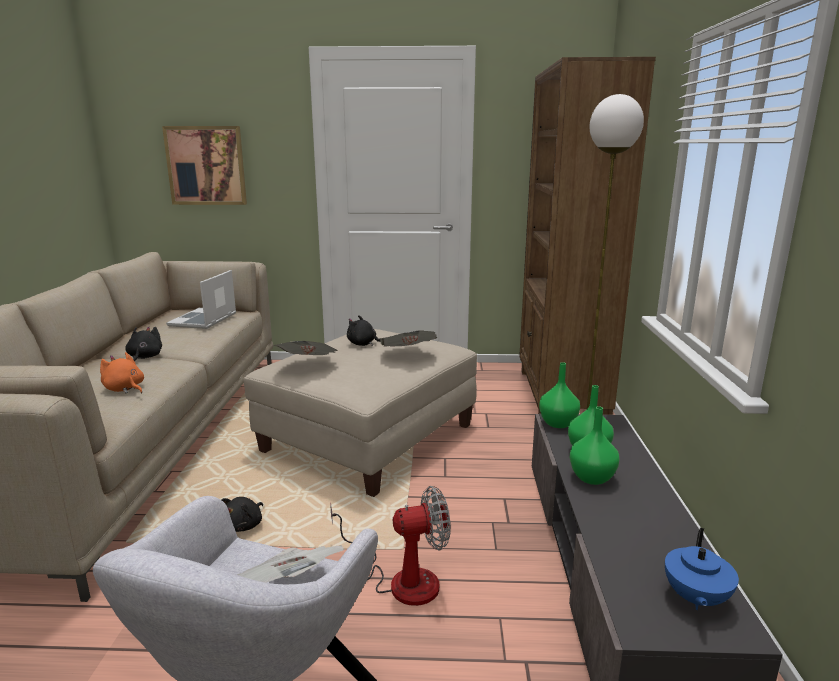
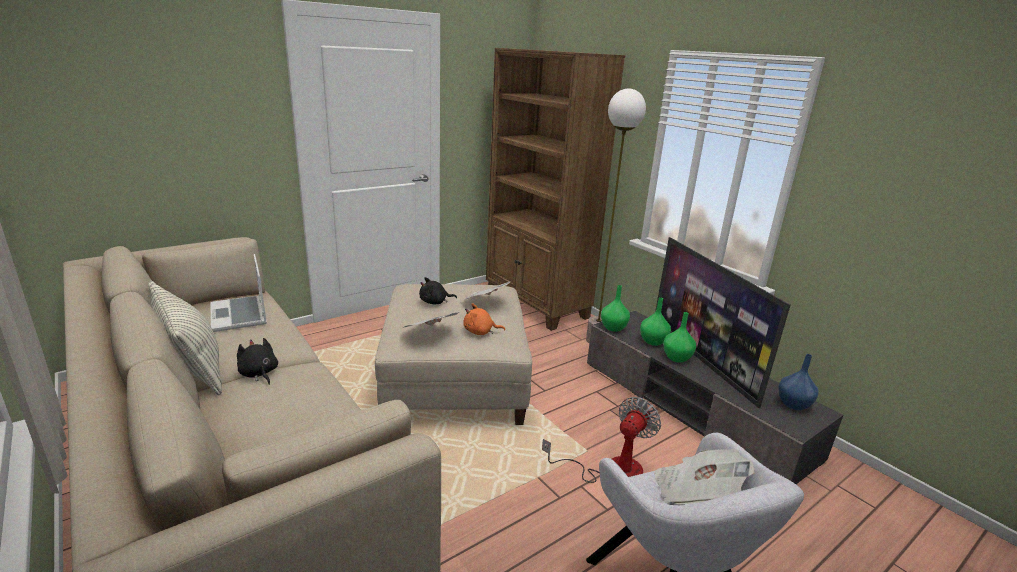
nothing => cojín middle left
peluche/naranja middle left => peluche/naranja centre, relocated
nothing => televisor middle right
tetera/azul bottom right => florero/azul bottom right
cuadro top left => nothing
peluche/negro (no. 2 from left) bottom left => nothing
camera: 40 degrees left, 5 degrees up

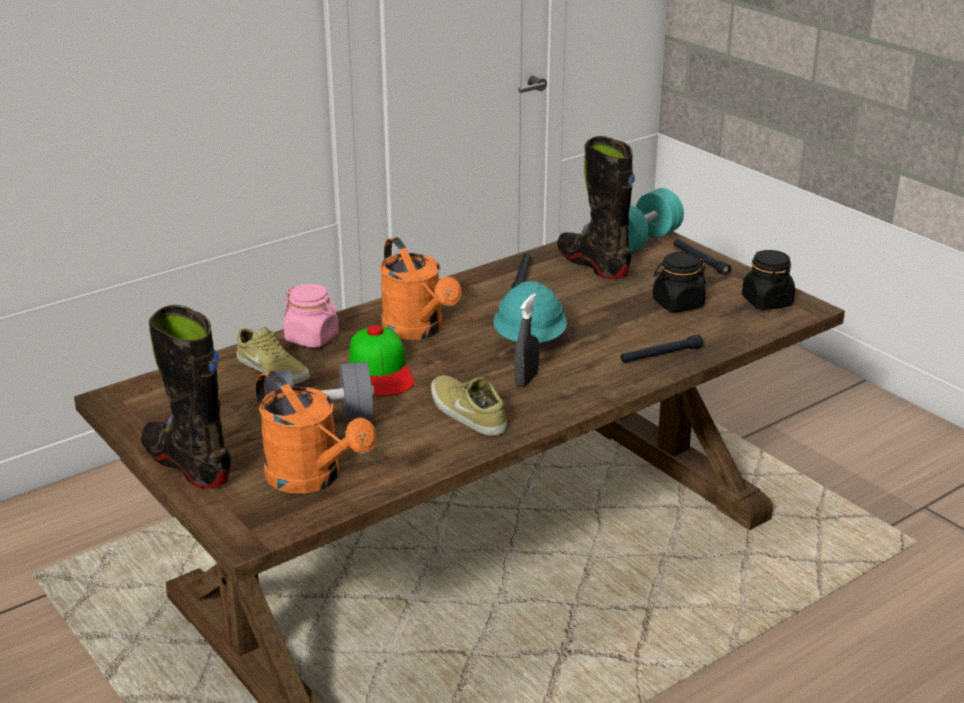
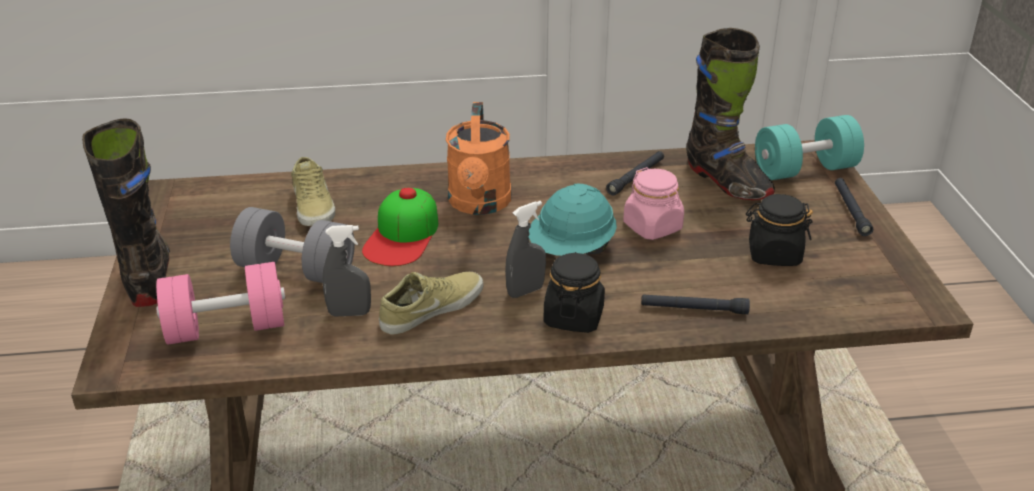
regadera/naranja (no. 1 from left) middle left => mancuerna/rosa middle left
nothing => pulverizador/gris (no. 1 from left) centre
zapato/beis (no. 2 from left) centre, 60 degrees clockwise
tarro/negro (no. 2 from left in the first image) middle right => tarro/negro (no. 1 from left) centre, relocated
tarro/rosa middle left => tarro/rosa centre, relocated
bota/negro (no. 2 from left) top centre => bota/negro (no. 2 from left) top right, 150 degrees clockwise
camera: 30 degrees right, 5 degrees up

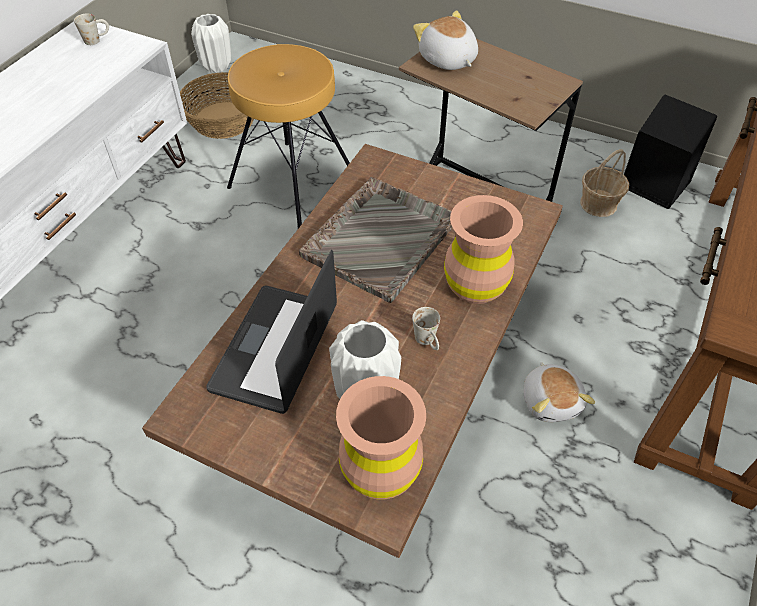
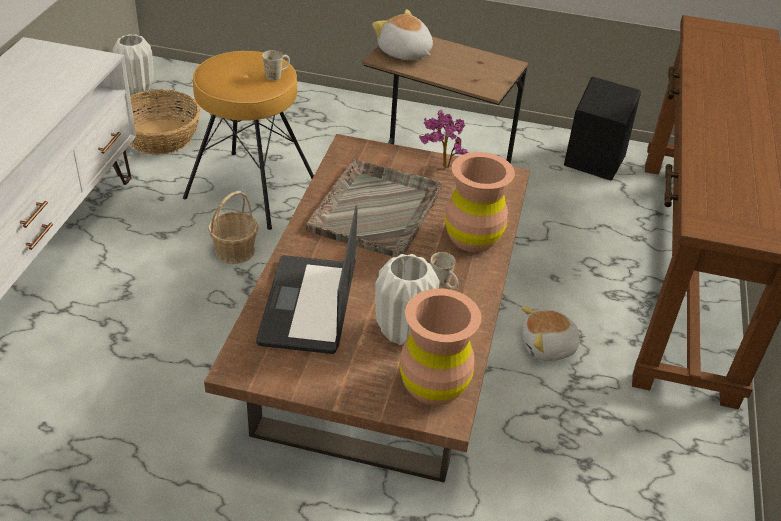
cesta (no. 2 from left) top right => cesta (no. 2 from left) middle left, relocated
taza grande/blanco (no. 1 from left) top left => taza grande/blanco (no. 1 from left) top centre, relocated
nothing => planta en maceta top centre
peluche (no. 2 from left) middle right, 105 degrees clockwise
camera: 15 degrees left, 10 degrees down

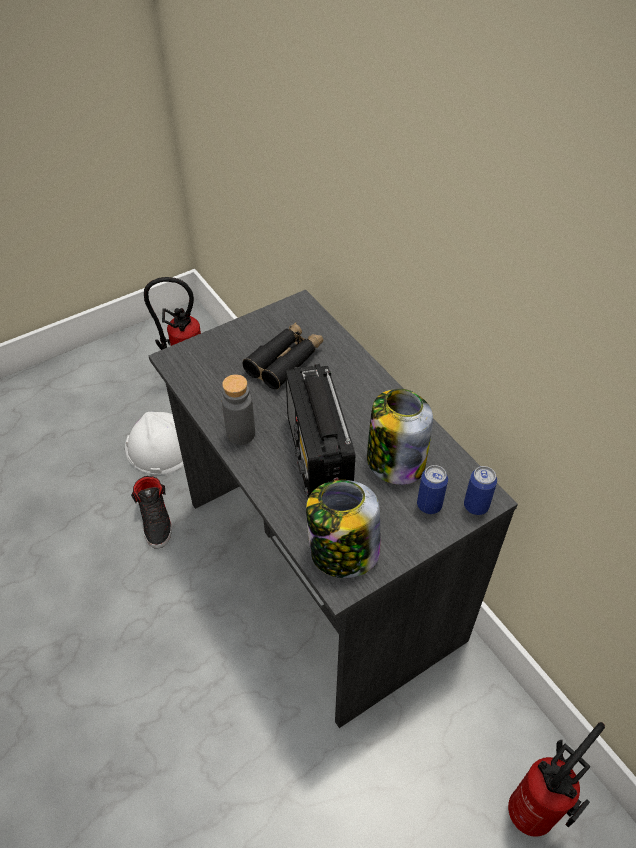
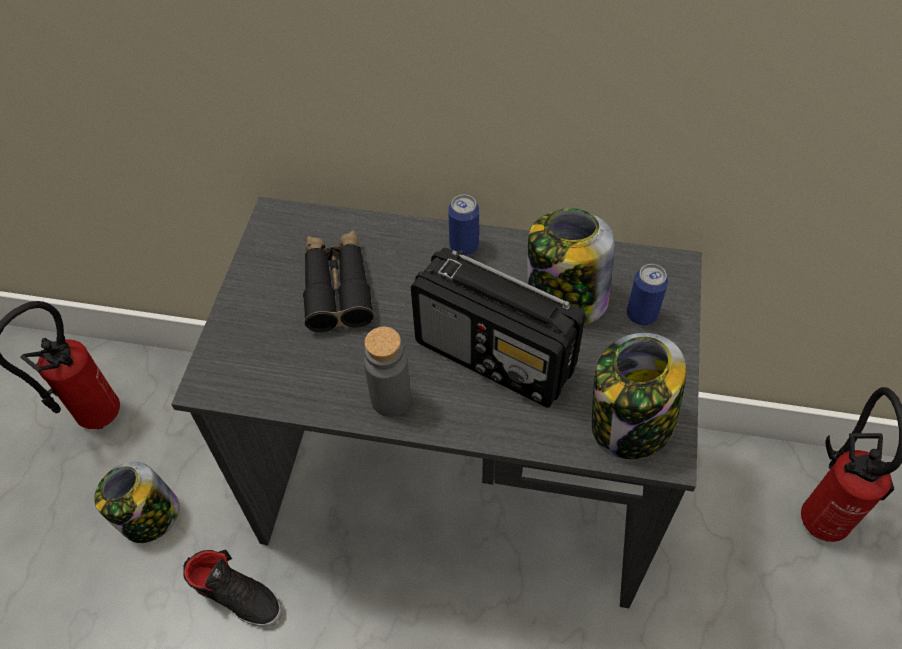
casco/blanco middle left => tarro (no. 1 from left) bottom left
lata (no. 2 from left in the first image) middle right => lata (no. 1 from left) centre, relocated
camera: 45 degrees left, 5 degrees up

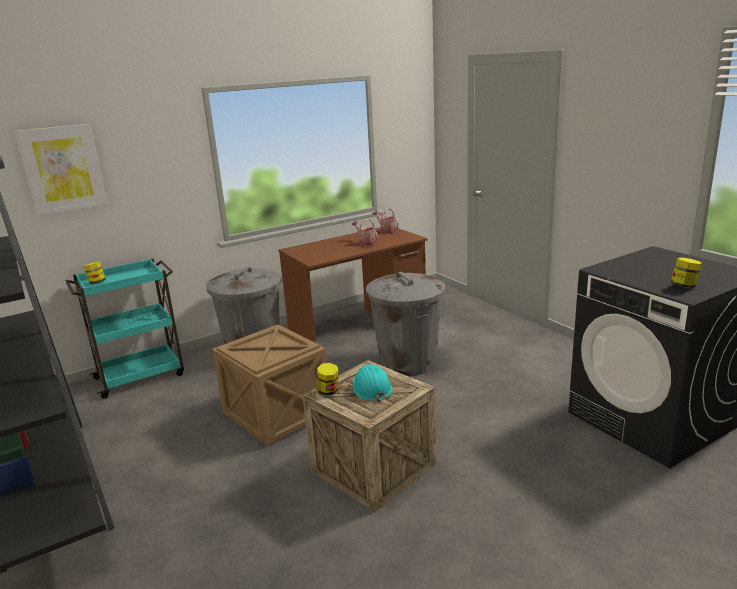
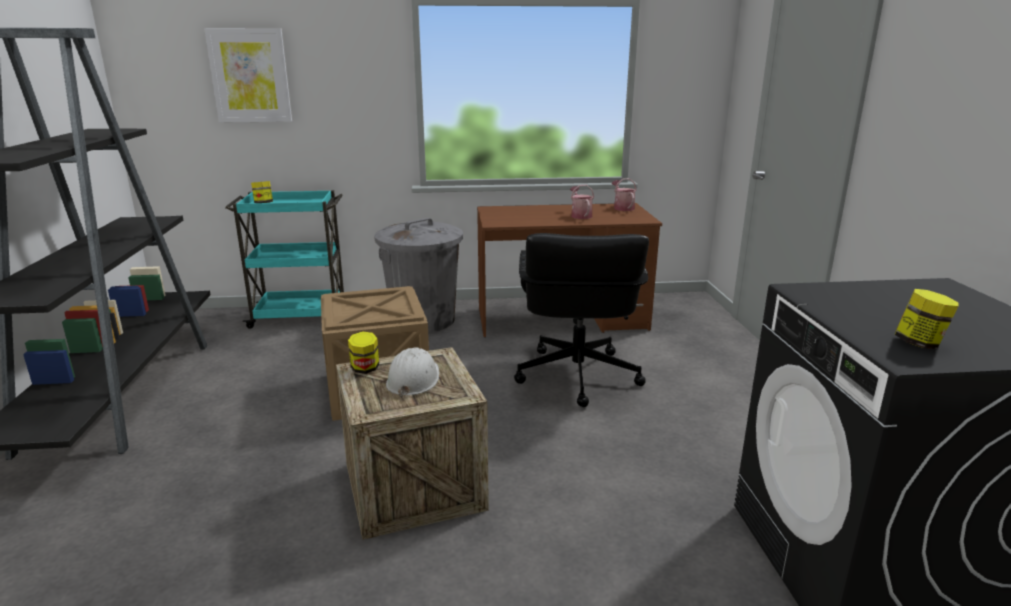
casco/turquesa centre => casco/blanco centre
papelera/gris (no. 2 from left) centre => silla de oficina/negro centre
camera: 25 degrees right, 0 degrees up

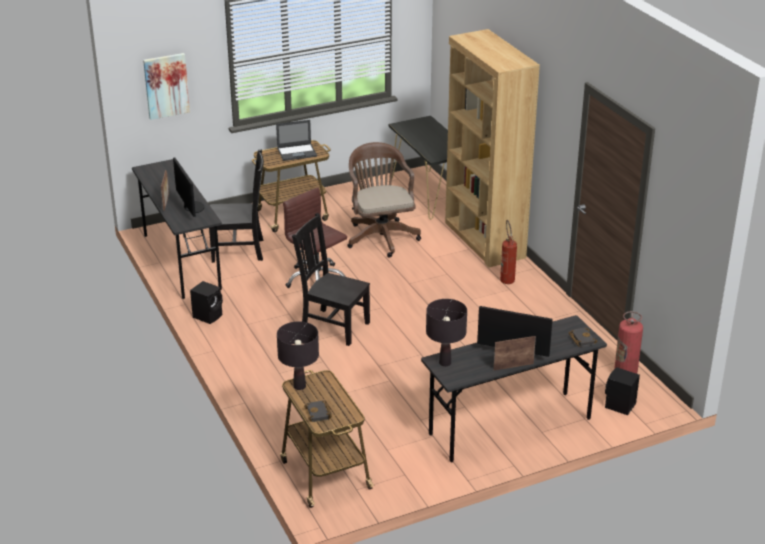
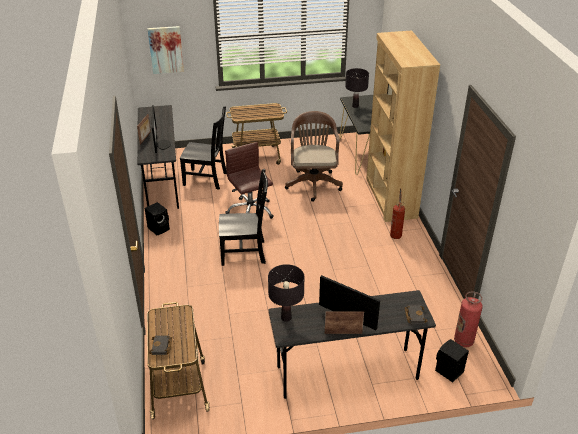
silla/negro (no. 2 from left) centre, 135 degrees clockwise
lámpara de mesa/negro (no. 1 from left in the first image) centre => lámpara de mesa/negro (no. 2 from left) top centre, relocated
portátil top centre => nothing
camera: 15 degrees right, 5 degrees up

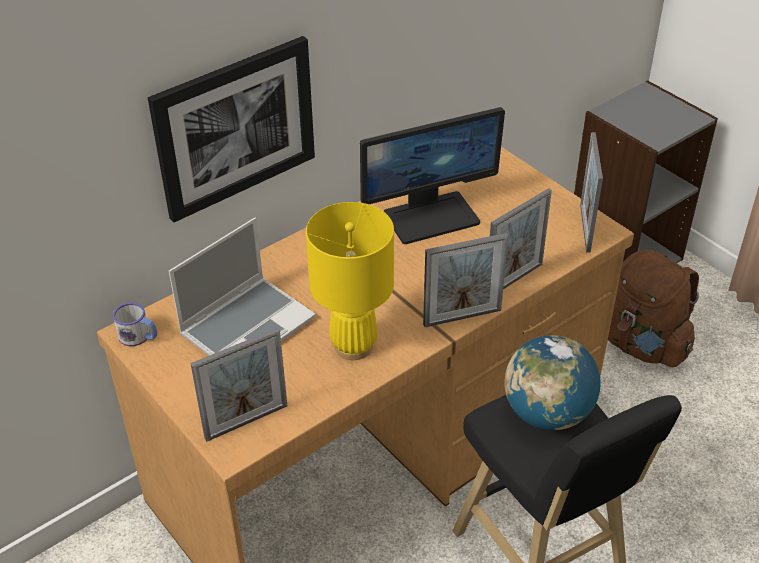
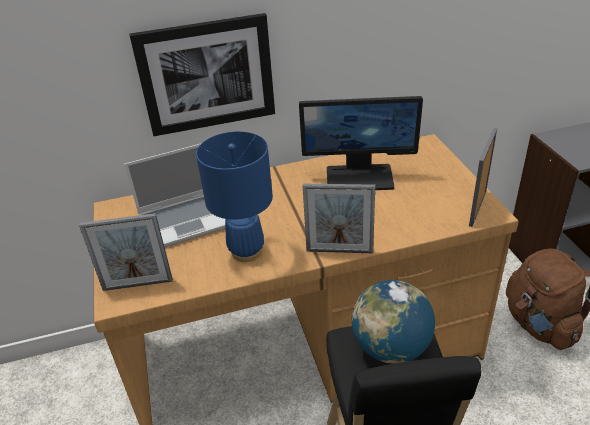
lámpara de mesa/amarillo centre => lámpara de mesa/azul centre
taza grande middle left => nothing
portarretratos (no. 3 from left) middle right => nothing
camera: 25 degrees right, 5 degrees down

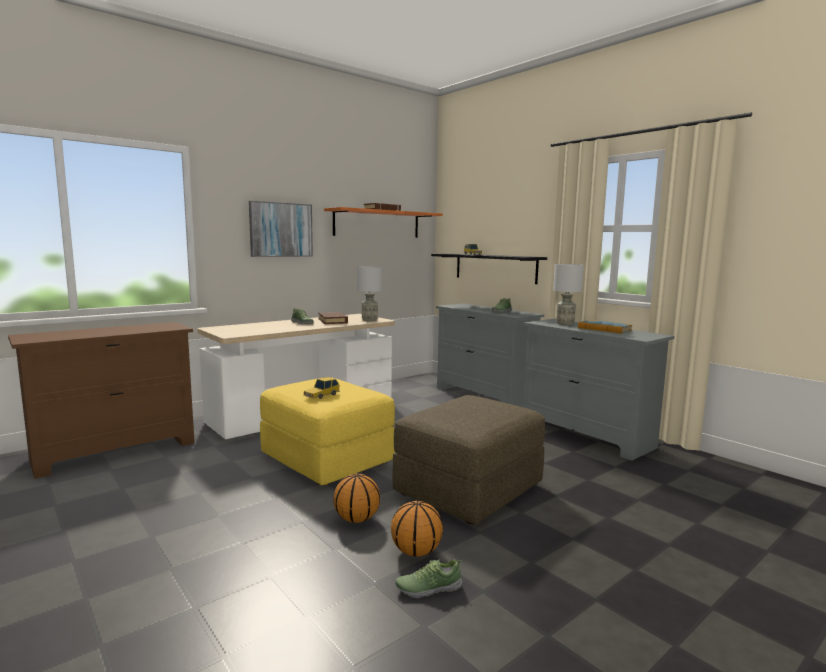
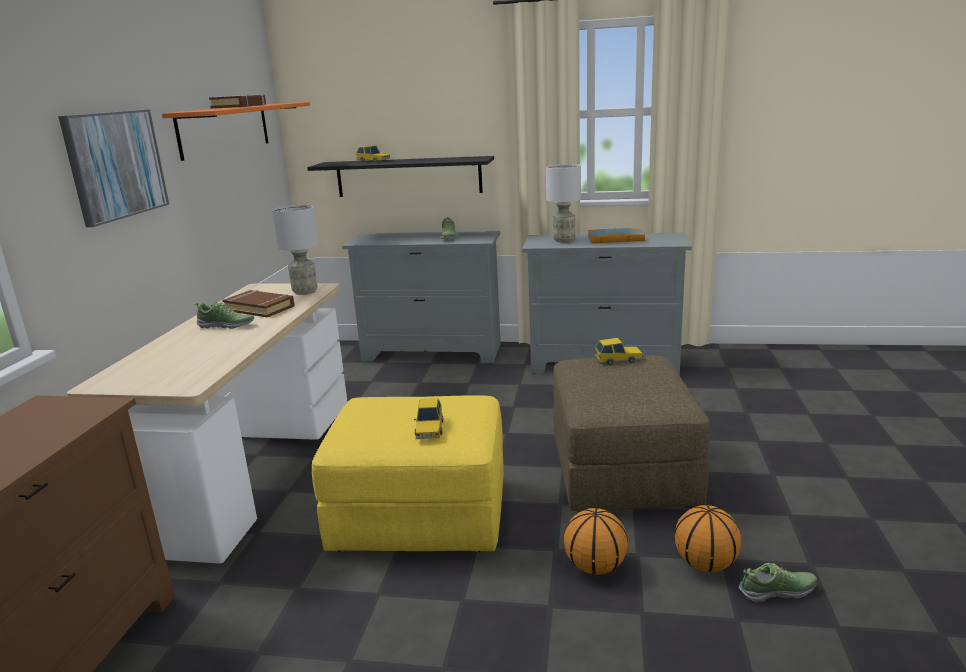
nothing => coche de juguete (no. 3 from left) centre
zapato (no. 2 from left in the first image) bottom centre => zapato (no. 3 from left) bottom right, 135 degrees counterclockwise
camera: 40 degrees left, 10 degrees up

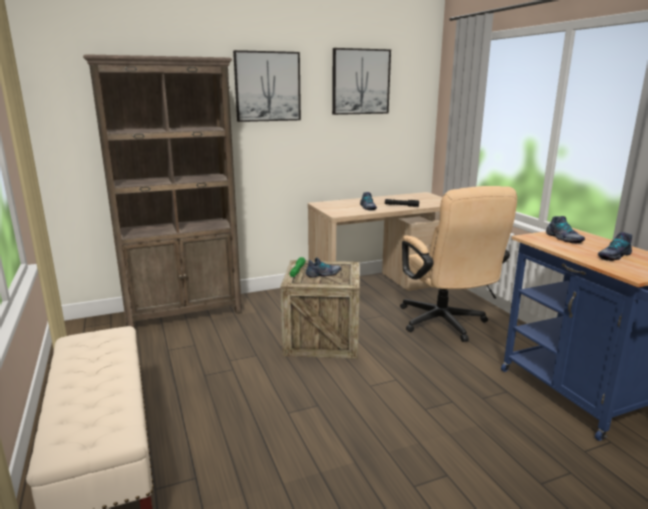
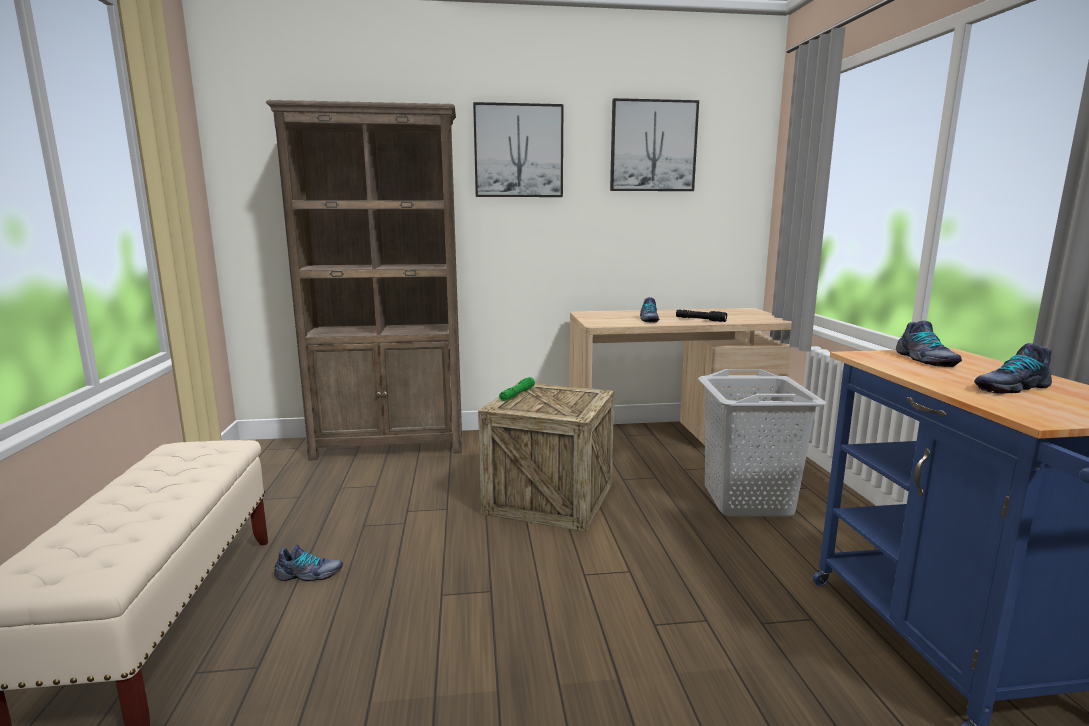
zapato (no. 1 from left) centre => zapato (no. 1 from left) bottom left, relocated
silla de oficina/beis middle right => cesto de la ropa/gris middle right
camera: 15 degrees right, 5 degrees down

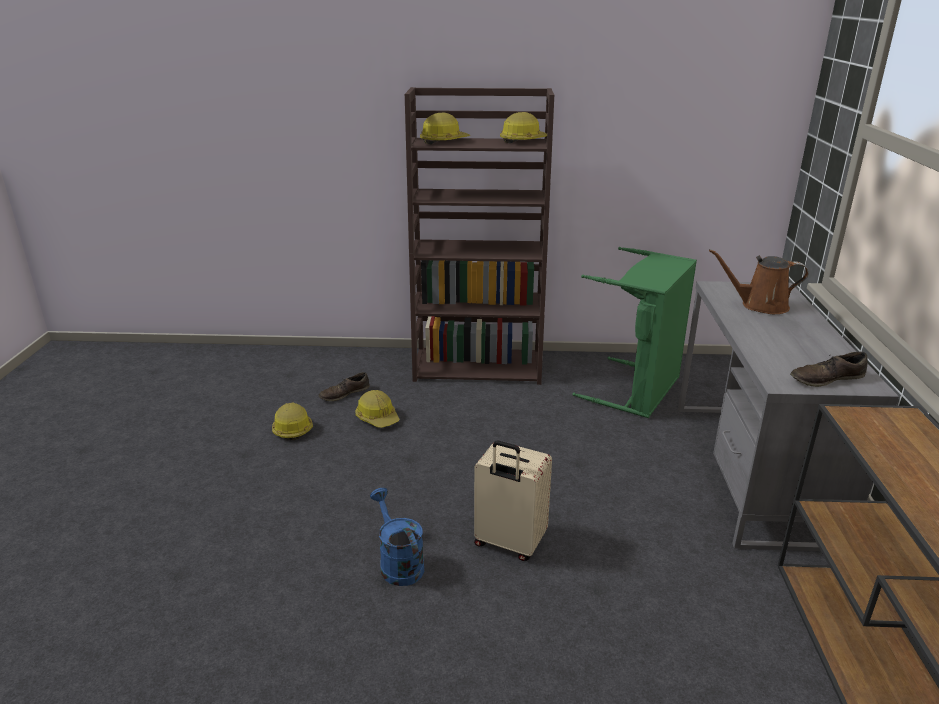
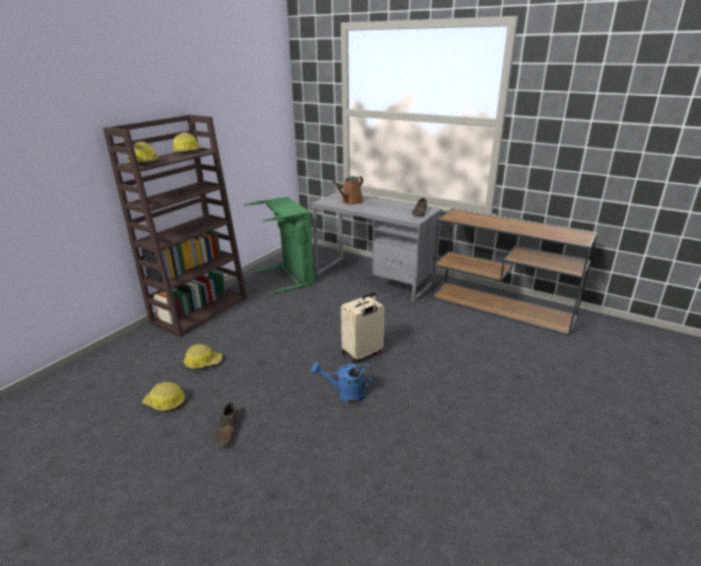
zapato/marrón (no. 1 from left) centre => zapato/marrón (no. 1 from left) bottom left, relocated
camera: 60 degrees left, 0 degrees up

